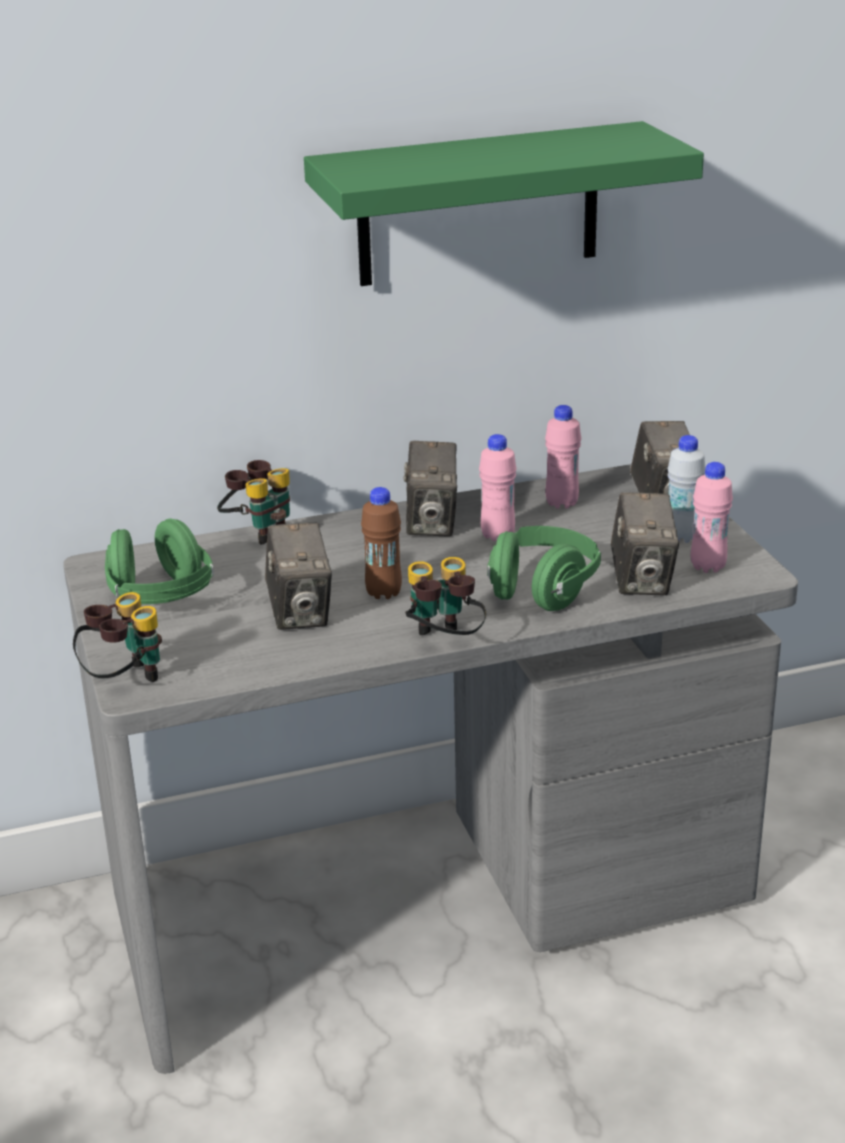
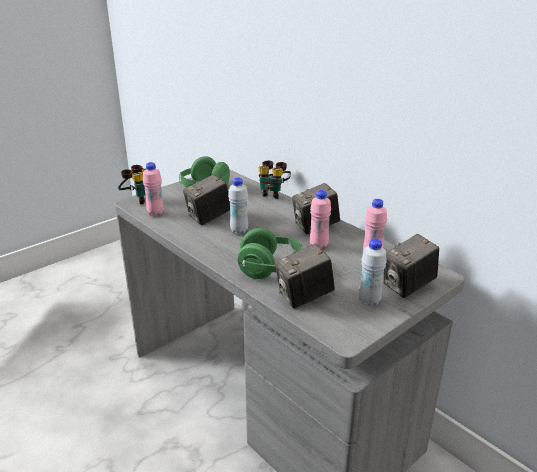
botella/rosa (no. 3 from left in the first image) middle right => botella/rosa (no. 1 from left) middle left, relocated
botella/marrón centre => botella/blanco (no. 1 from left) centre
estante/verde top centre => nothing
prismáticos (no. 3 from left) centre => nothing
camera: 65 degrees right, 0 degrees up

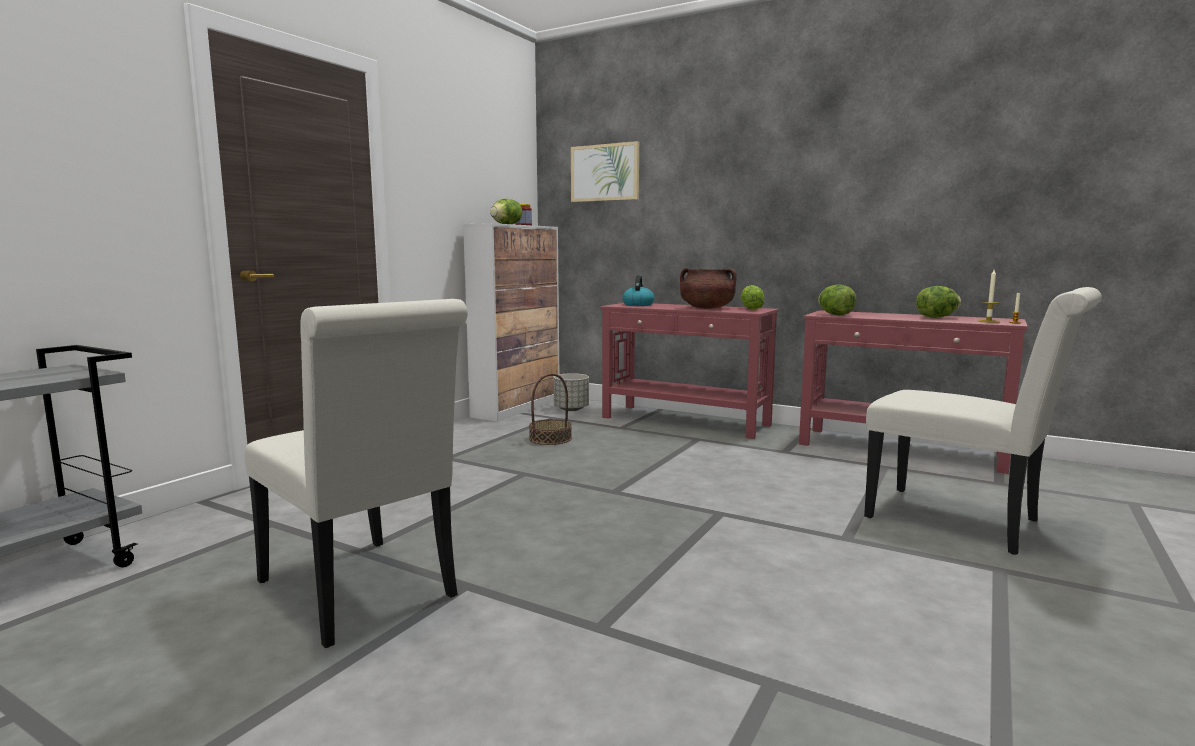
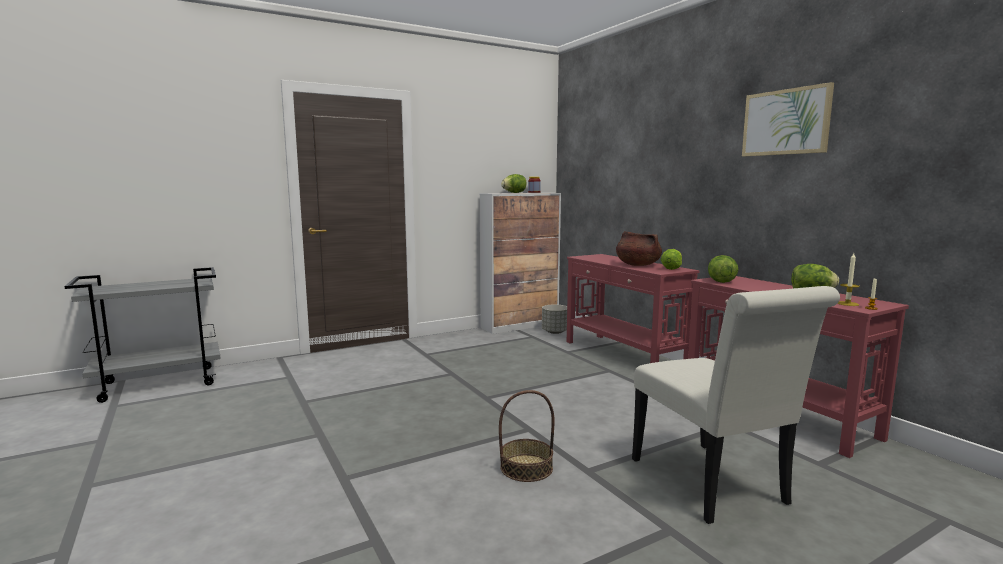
cesta centre => cesta bottom centre, relocated
cuadro top centre => cuadro top right, relocated
silla/blanco (no. 1 from left) middle left => nothing
hervidor centre => nothing
camera: 30 degrees right, 0 degrees up

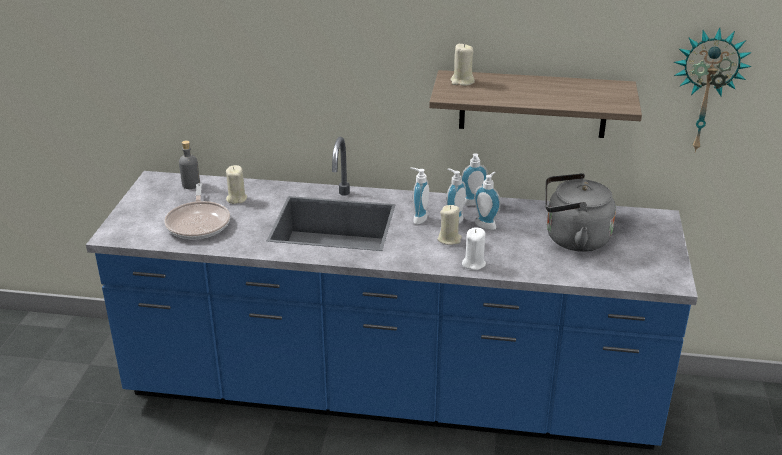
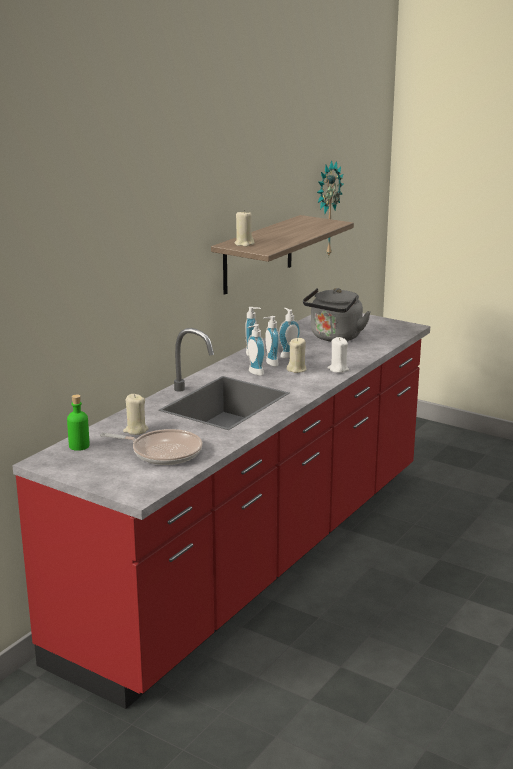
mueble bajo de cocina/azul centre => mueble bajo de cocina/rojo centre
botella/gris middle left => botella/verde middle left
camera: 65 degrees left, 10 degrees down

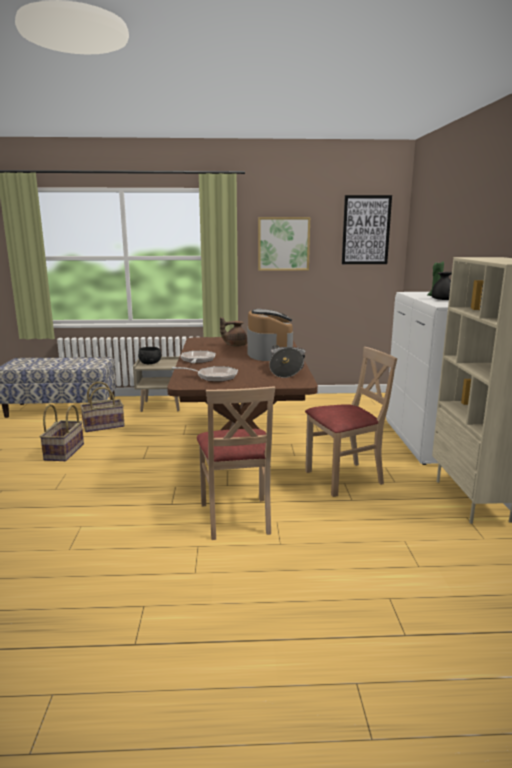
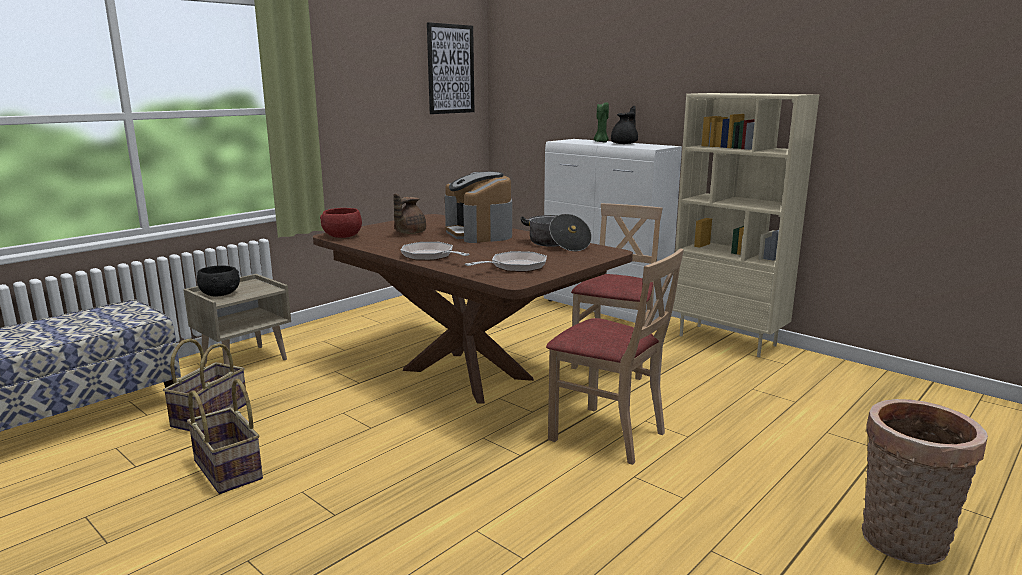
nothing => cuenco/rojo centre
cafetera centre, 150 degrees counterclockwise
nothing => cesta (no. 3 from left) bottom right
cuadro (no. 1 from left) top centre => nothing
camera: 45 degrees left, 0 degrees up

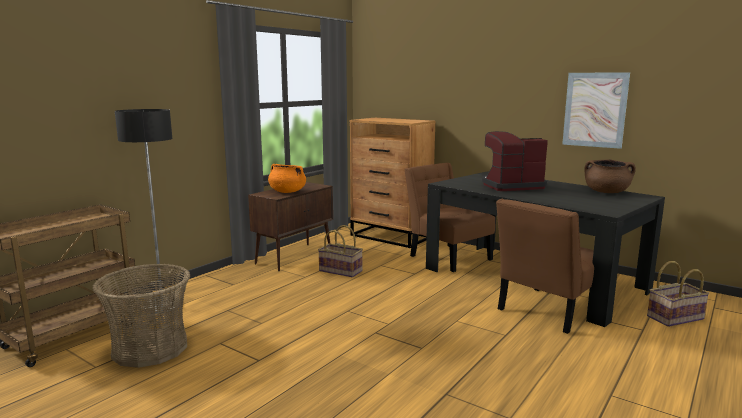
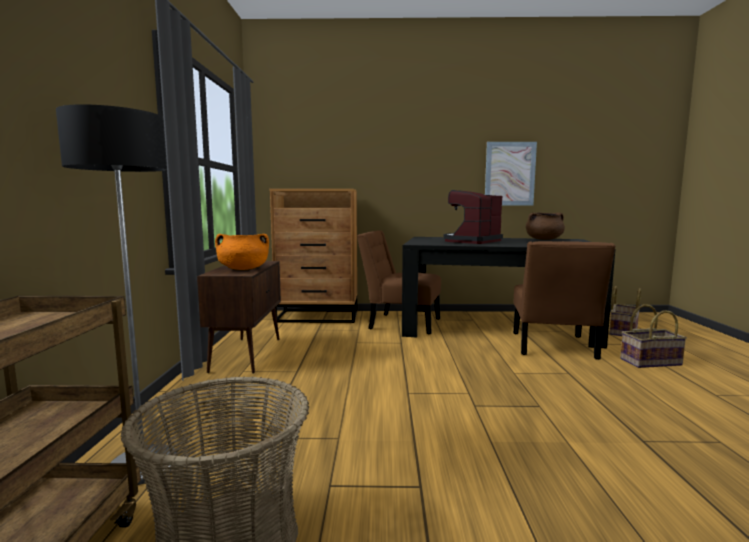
cesta (no. 2 from left in the first image) centre => cesta (no. 3 from left) middle right, relocated
camera: 35 degrees left, 5 degrees down

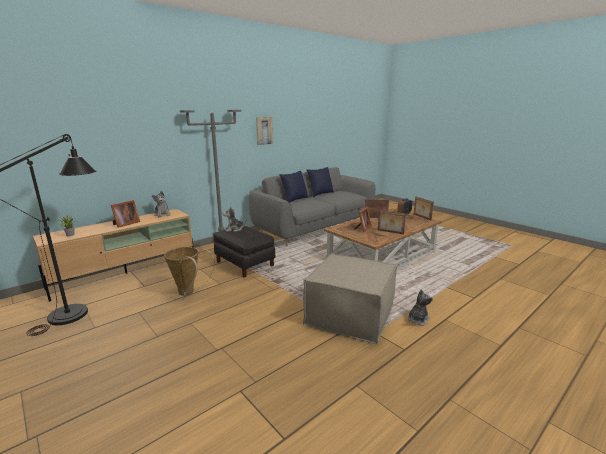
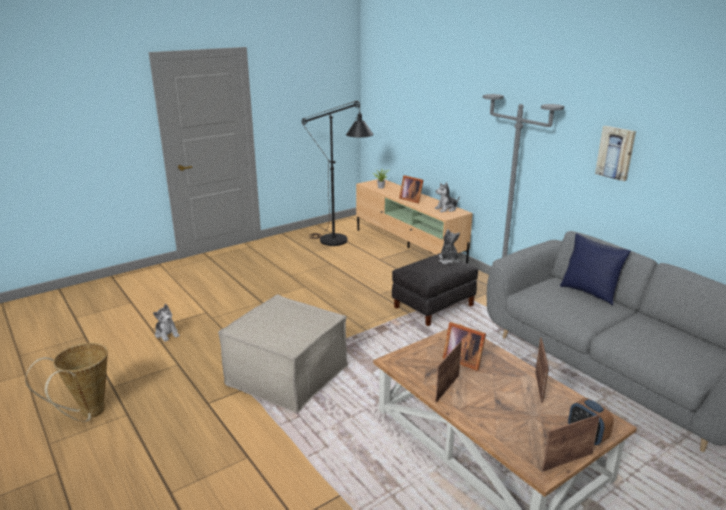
cesta middle left => cesta bottom left, relocated
peluche (no. 3 from left in the first image) bottom right => peluche (no. 1 from left) middle left, relocated
cojín/azul (no. 2 from left) centre => nothing
camera: 95 degrees right, 5 degrees up

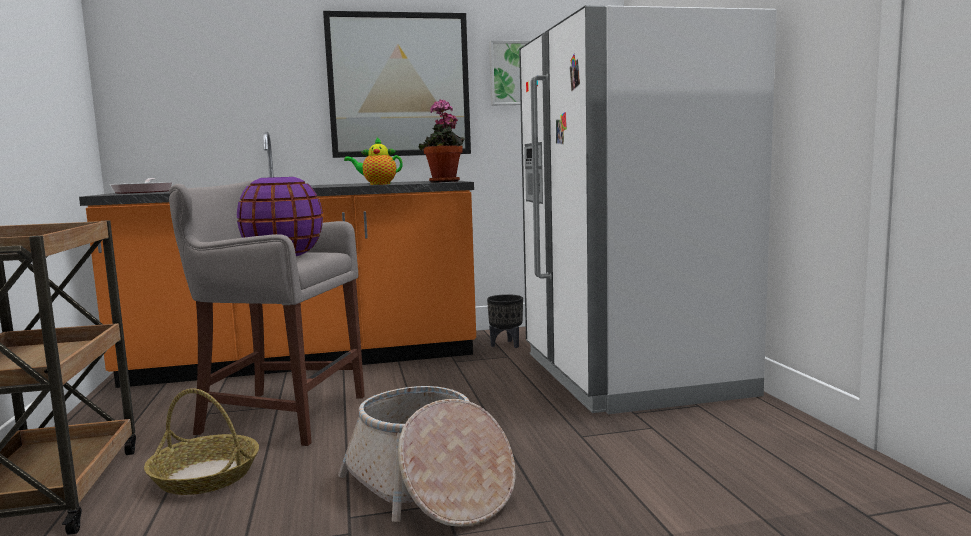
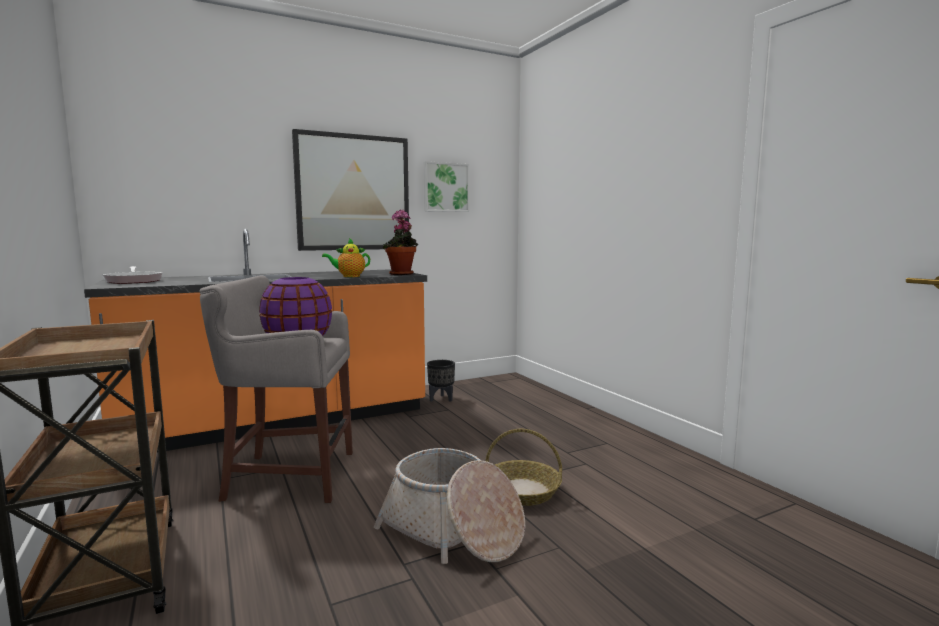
cesta (no. 1 from left in the first image) bottom left => cesta (no. 2 from left) bottom centre, relocated
nevera/blanco middle right => nothing
camera: 15 degrees left, 0 degrees up

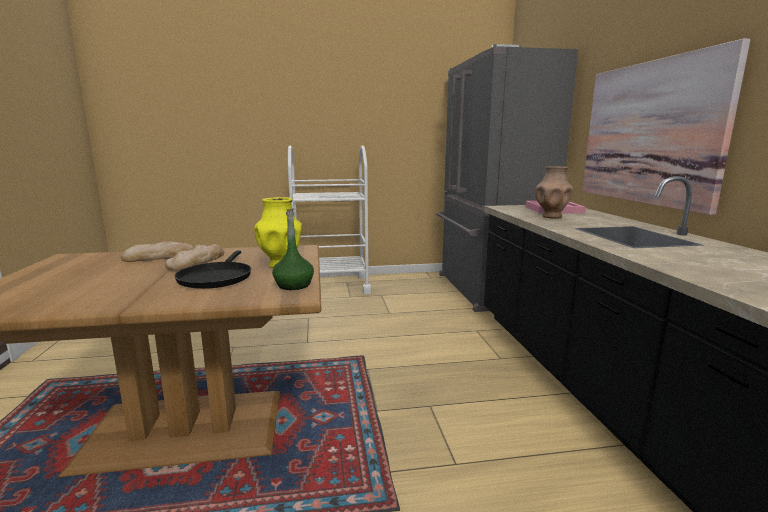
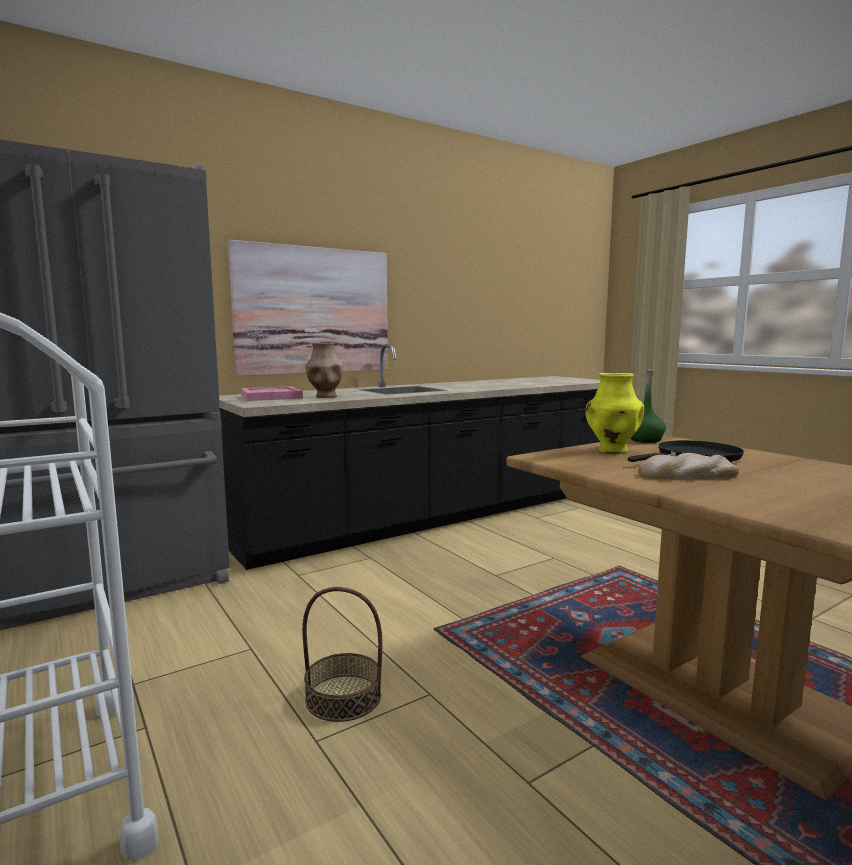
nothing => cesta bottom centre
pan (no. 1 from left) middle left => nothing
camera: 115 degrees left, 5 degrees down

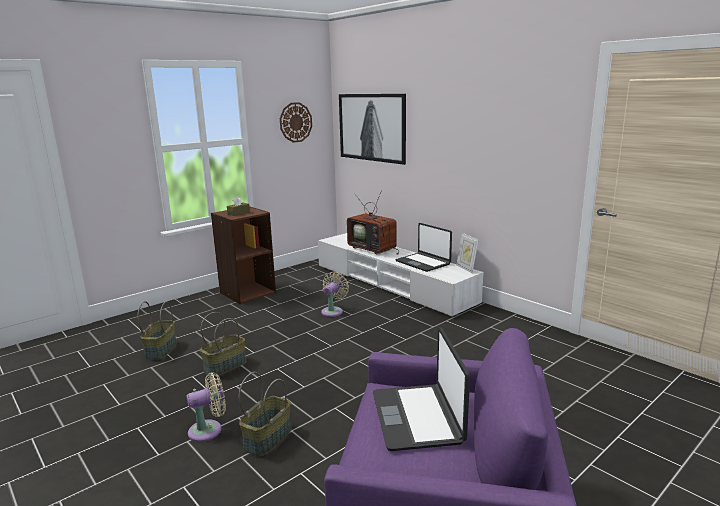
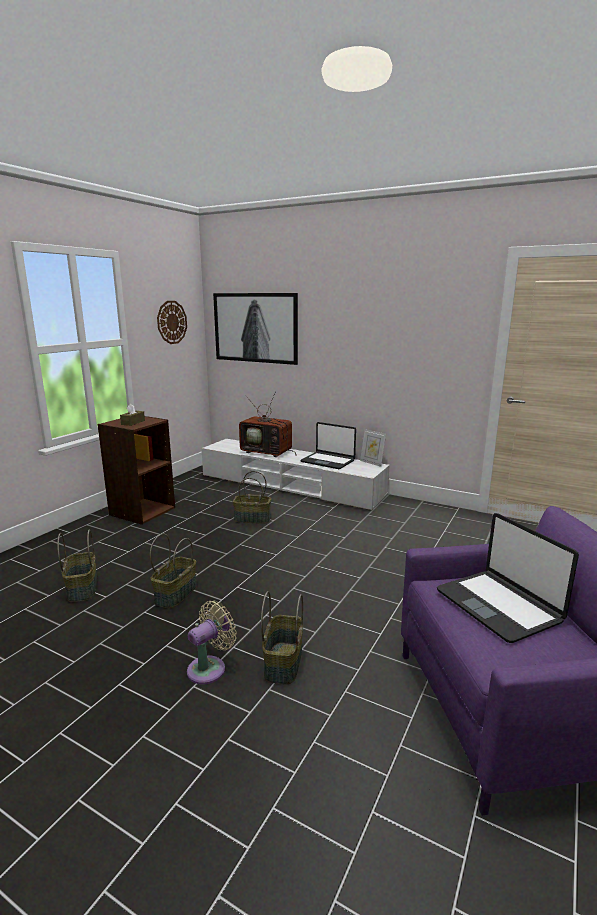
ventilador/beis (no. 2 from left) centre => cesta (no. 3 from left) centre
camera: 20 degrees left, 0 degrees up

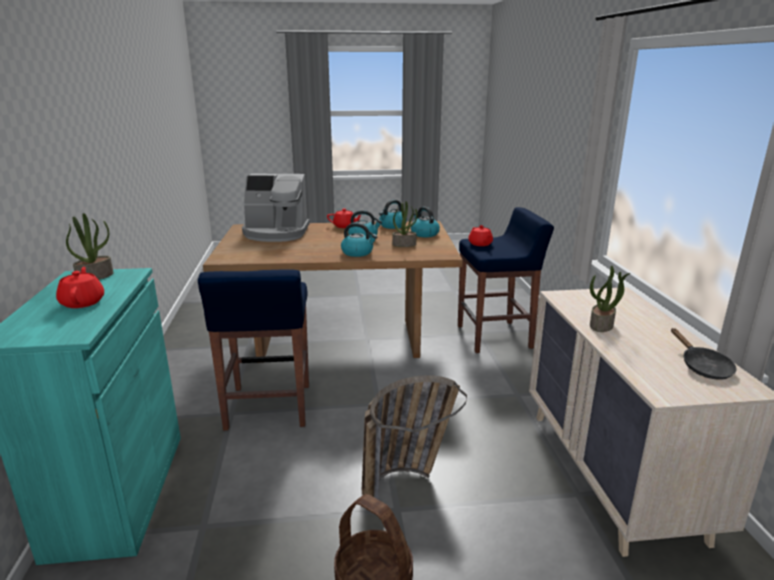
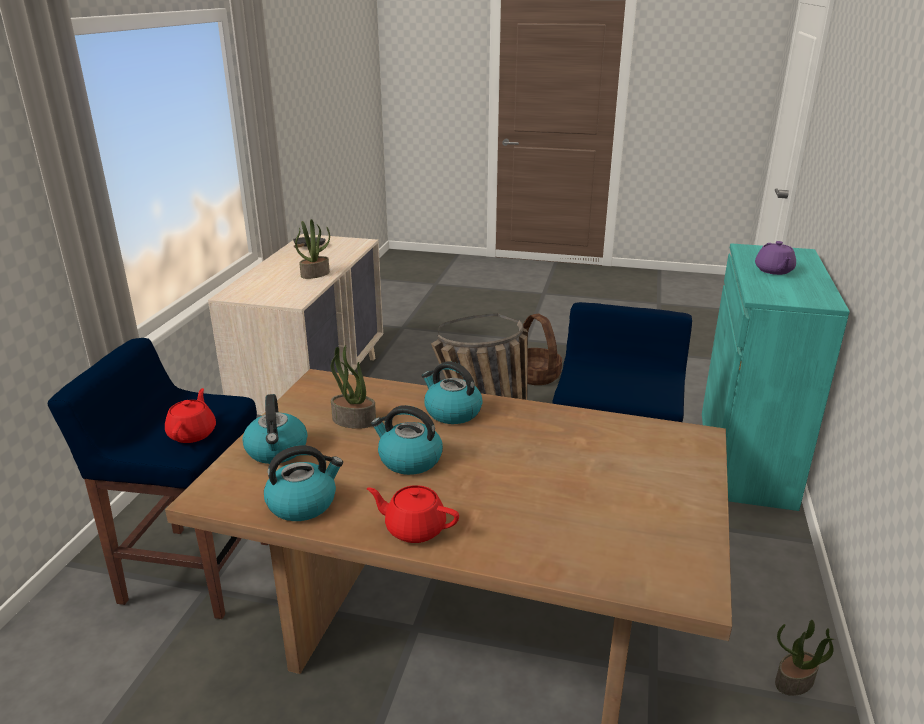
tetera/rojo (no. 1 from left) middle left => tetera/morado middle right
planta en maceta (no. 1 from left in the first image) middle left => planta en maceta (no. 3 from left) bottom right, relocated
cafetera centre => nothing
camera: 160 degrees left, 5 degrees up

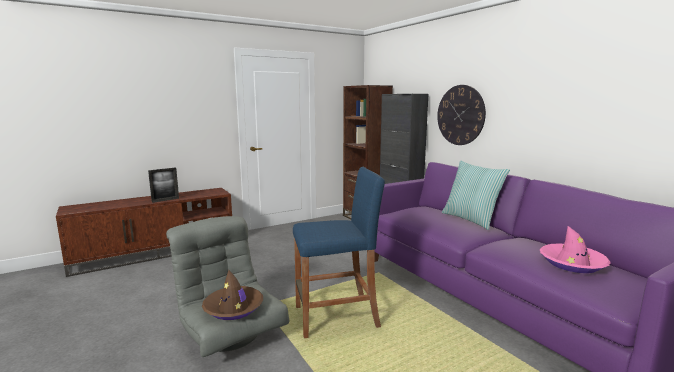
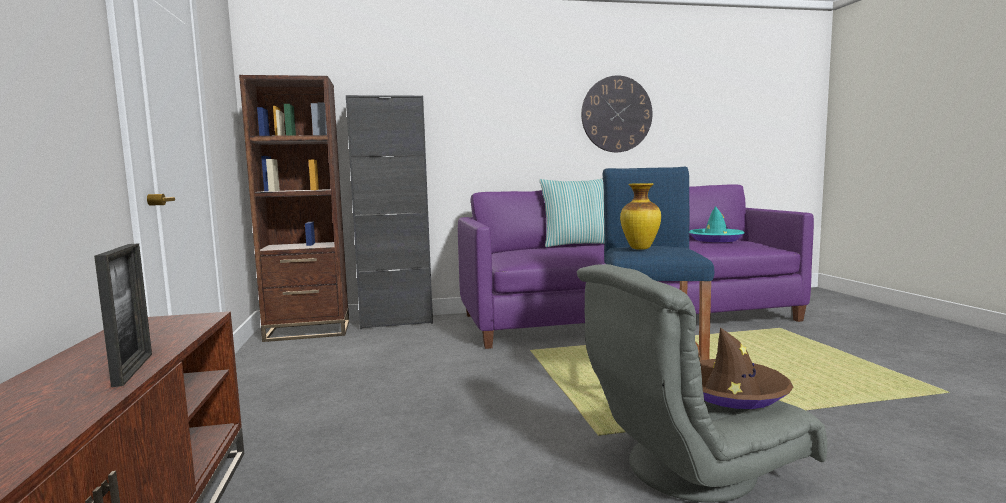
reloj de pared top right => reloj de pared top centre, relocated
nothing => florero centre
sombrero/rosa bottom right => sombrero/turquesa middle right
camera: 70 degrees left, 5 degrees down

